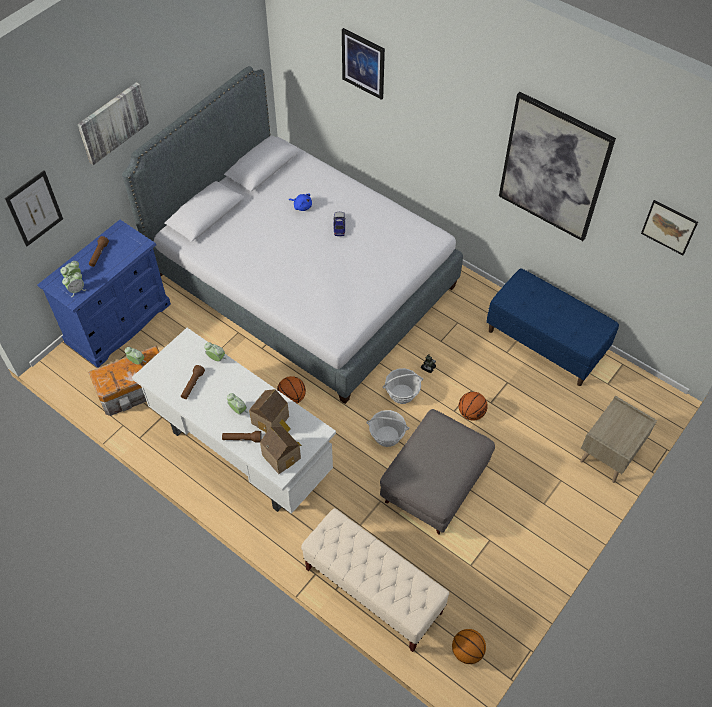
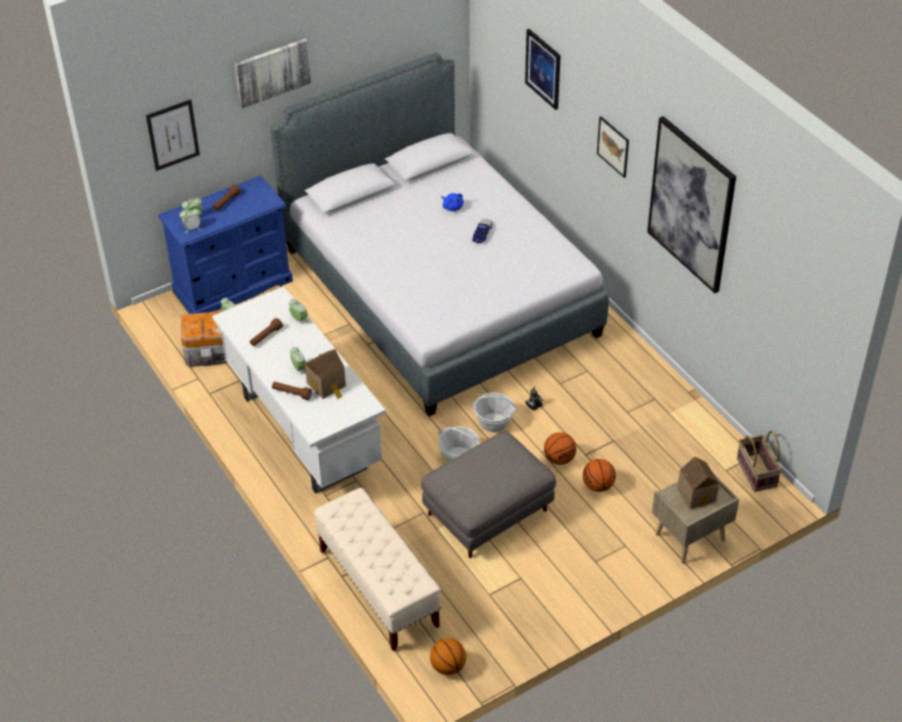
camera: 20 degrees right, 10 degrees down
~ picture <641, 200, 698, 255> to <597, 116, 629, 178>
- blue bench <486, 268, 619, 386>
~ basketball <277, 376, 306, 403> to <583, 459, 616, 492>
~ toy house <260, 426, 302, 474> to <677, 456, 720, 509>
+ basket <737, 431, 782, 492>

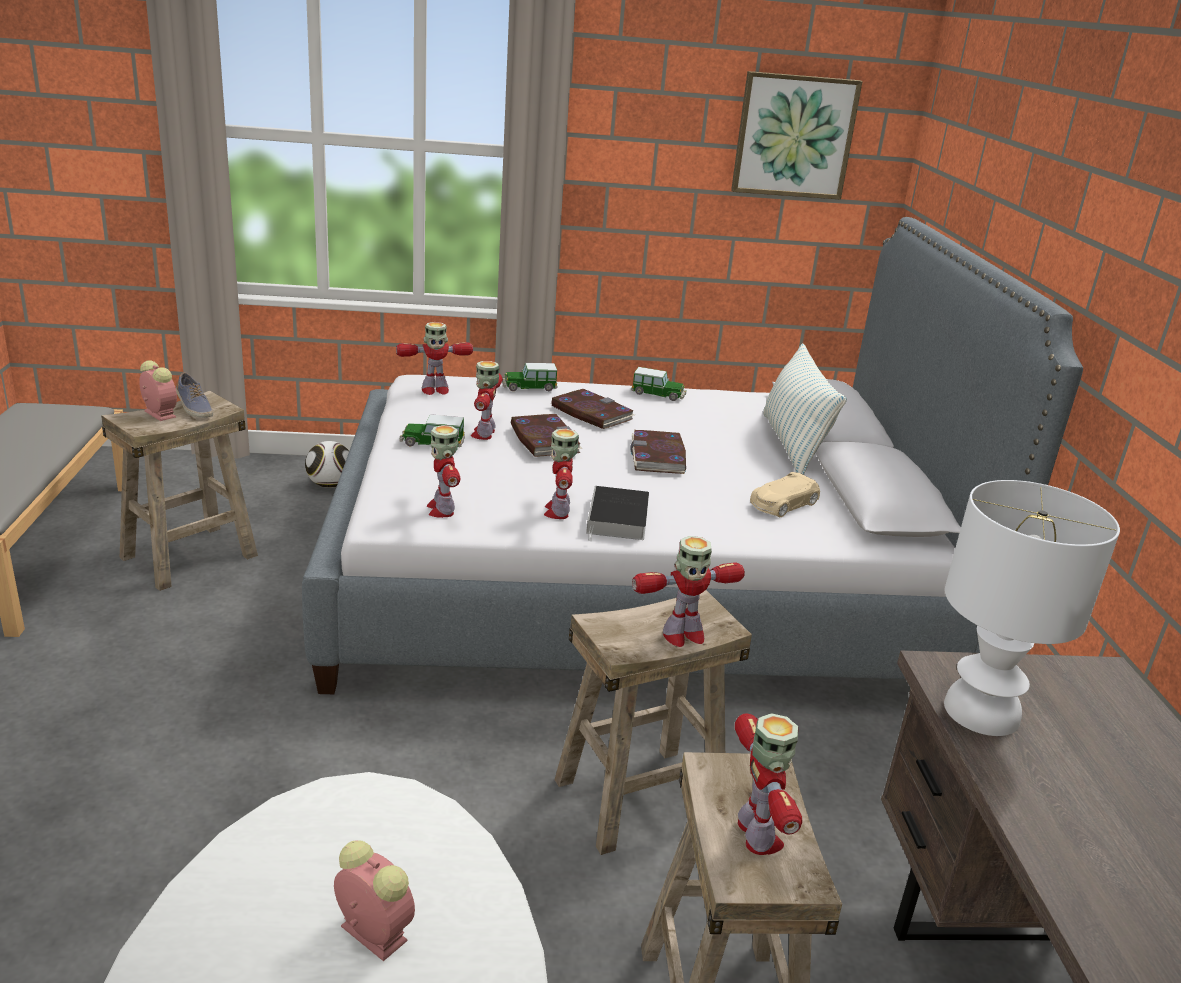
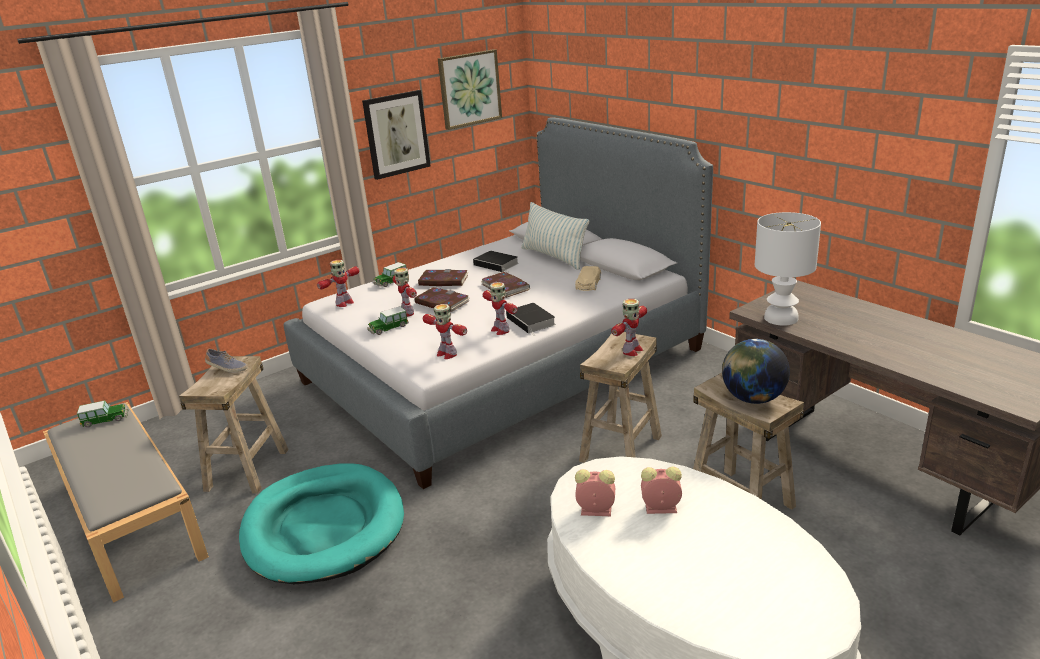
camera: 30 degrees left, 0 degrees up
~ alarm clock <139, 360, 177, 421> to <575, 469, 615, 516>
~ toy car <631, 367, 686, 401> to <77, 400, 129, 428>
- football <305, 441, 349, 488>
~ toy robot <735, 713, 802, 855> to globe <722, 339, 790, 404>
+ picture <362, 90, 431, 180>
+ book <473, 251, 519, 273>
+ turquoise dog bed <239, 463, 404, 584>

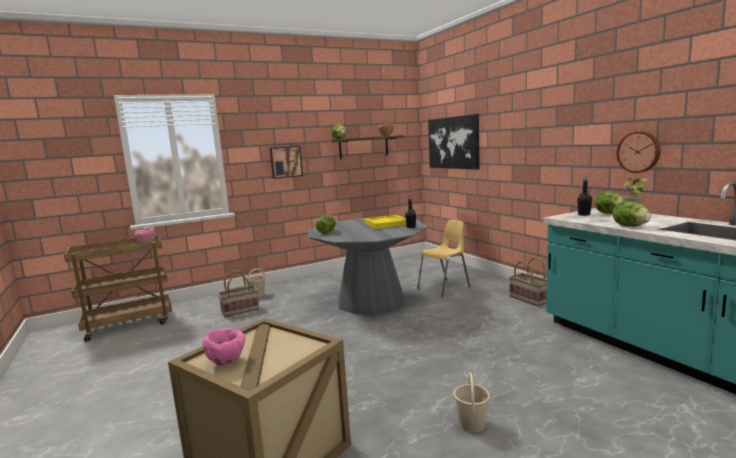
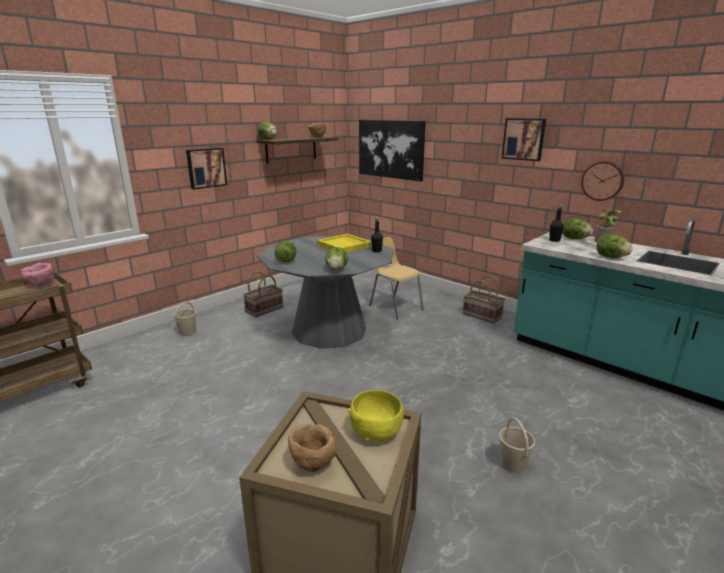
camera: 20 degrees left, 10 degrees up
~ yellow chair <417, 220, 470, 297> = <369, 237, 424, 320> 75 degrees counterclockwise
~ basket <218, 270, 259, 317> to <243, 271, 283, 317>
~ pink bowl <203, 328, 246, 366> to brown bowl <288, 424, 337, 472>
+ picture <501, 118, 546, 161>
+ lettuce <325, 247, 348, 270>
+ yellow bowl <348, 390, 404, 442>

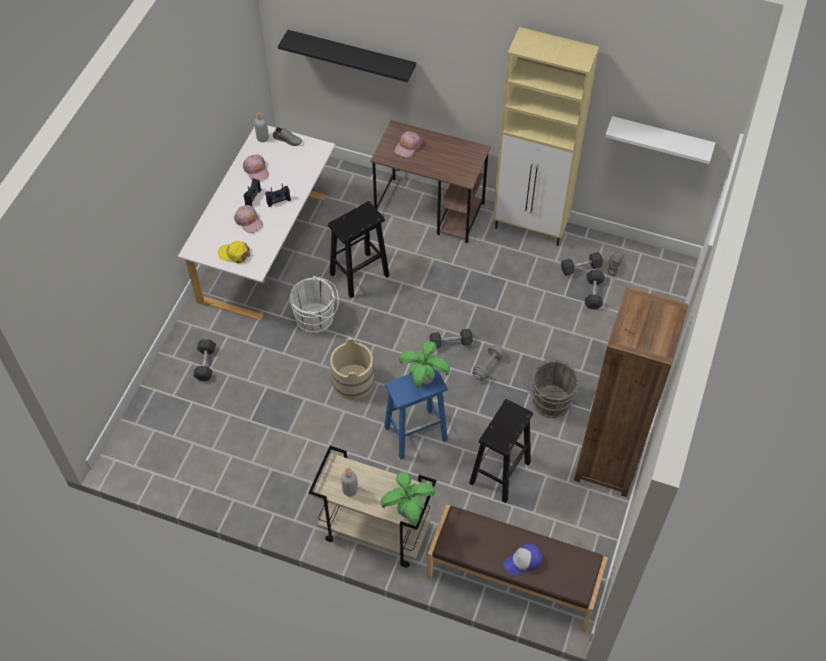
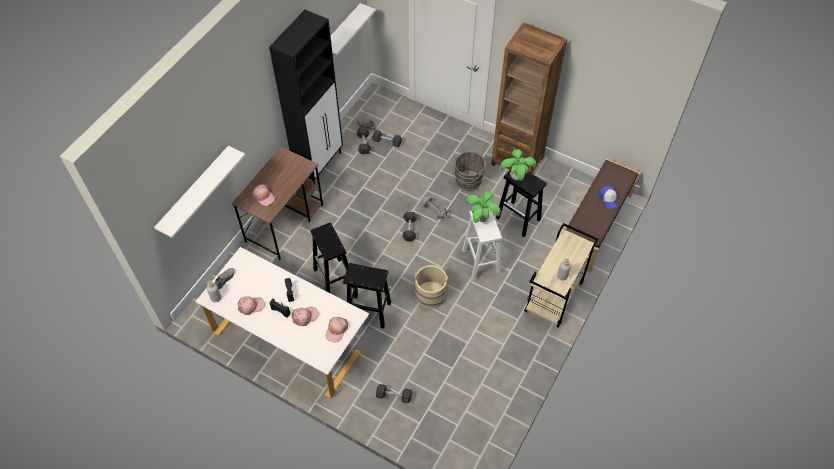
camera: 80 degrees left, 0 degrees up
~ beige cabinet <493, 27, 599, 246> to black cabinet <269, 10, 343, 183>
~ black shelf <278, 30, 416, 82> to white shelf <154, 146, 246, 238>
~ yellow cap <218, 241, 250, 263> to pink cap <326, 317, 348, 342>
~ white bucket <290, 276, 339, 333> to black stool <343, 263, 391, 329>
~ blue stool <384, 366, 448, 459> to white stool <462, 209, 502, 280>
~ potted plant <381, 472, 435, 525> to <500, 149, 536, 181>

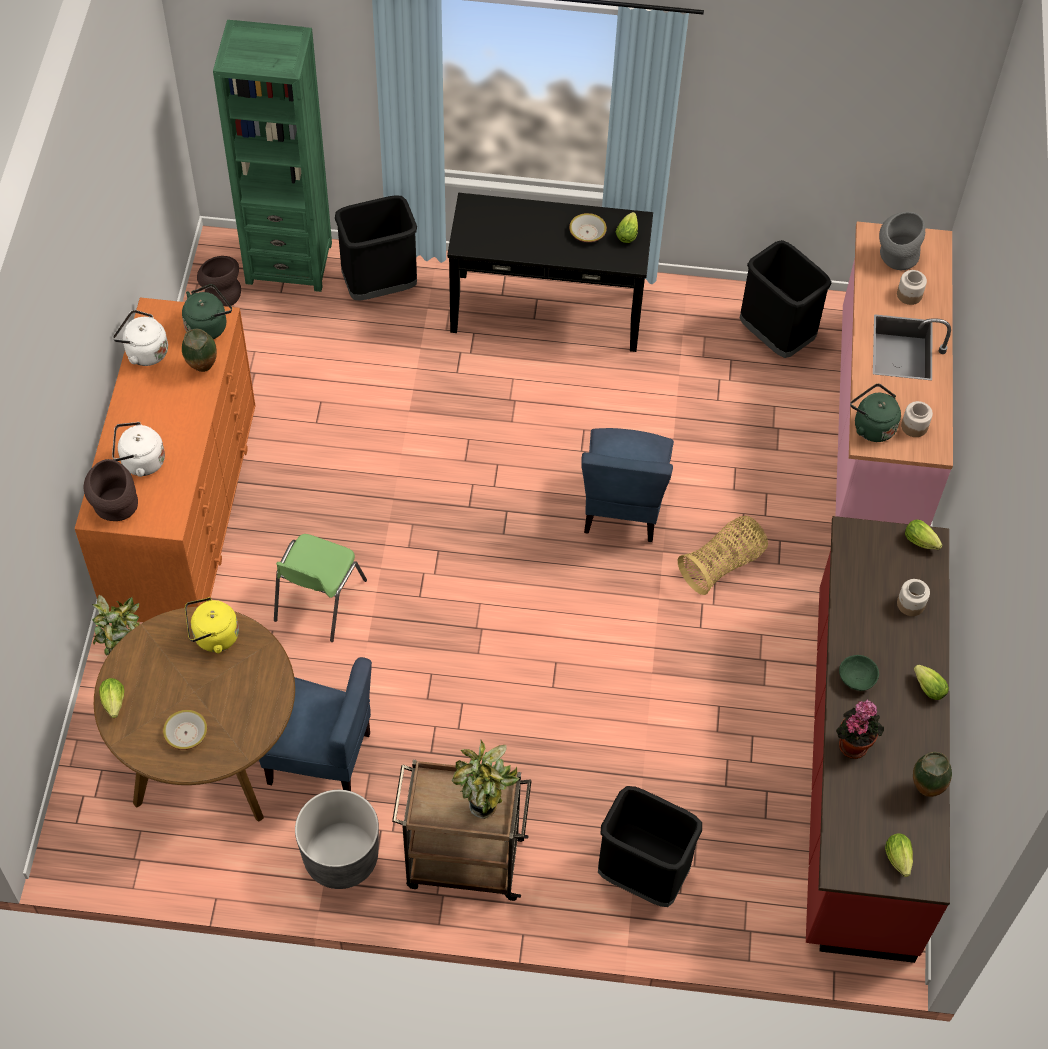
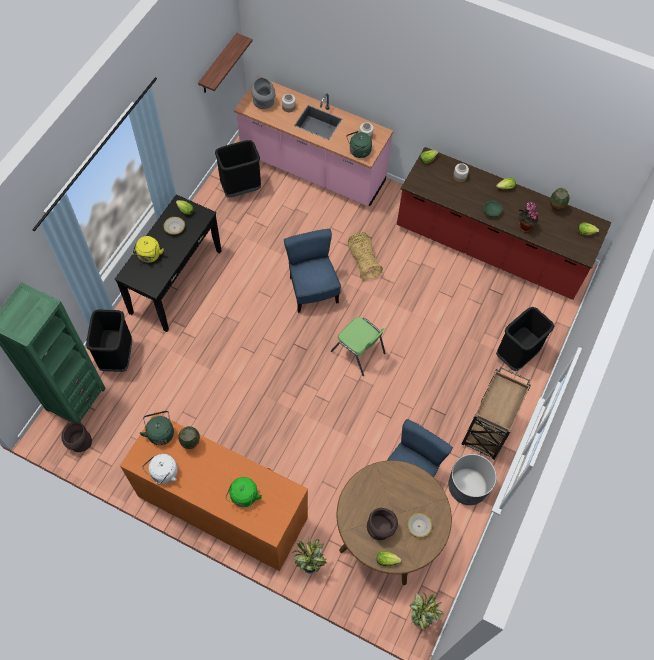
camera: 70 degrees left, 5 degrees up
~ white kettle <112, 422, 165, 477> to green kettle <225, 477, 262, 507>
~ blue chair <581, 428, 674, 542> = <284, 229, 341, 313> 135 degrees counterclockwise
~ brown vase <83, 459, 138, 521> to <367, 508, 398, 540>
~ green chair <274, 534, 367, 642> to <331, 317, 386, 376>
~ yellow kettle <185, 597, 239, 654> to <133, 236, 164, 263>
~ potted plant <451, 740, 520, 819> to <409, 592, 443, 629>
+ shelf <198, 33, 253, 93>

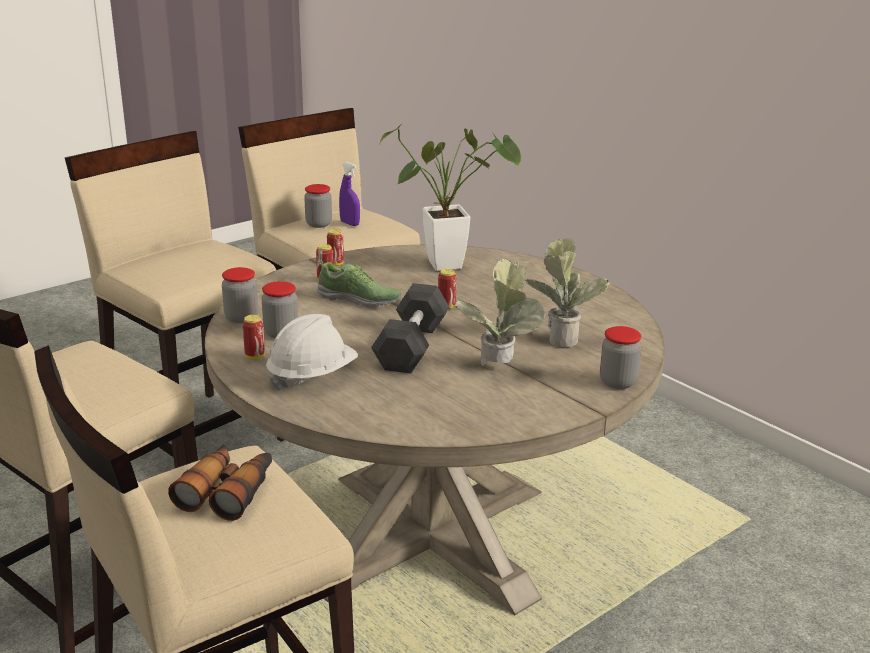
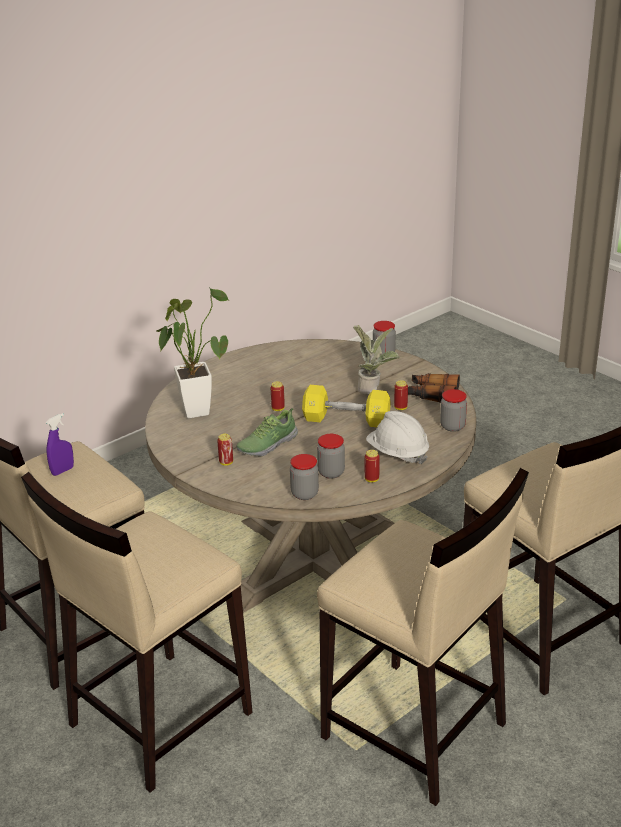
camera: 90 degrees left, 5 degrees up
~ jar <304, 184, 332, 228> to <440, 389, 467, 432>
~ can <327, 229, 344, 266> to <394, 380, 408, 410>
- potted plant <525, 238, 611, 347>
~ shoe <317, 260, 401, 308> = <237, 408, 298, 456> 150 degrees counterclockwise
~ black dumbbell <371, 283, 449, 373> to yellow dumbbell <302, 385, 391, 427>
~ binoculars <168, 444, 272, 521> to <408, 373, 460, 403>

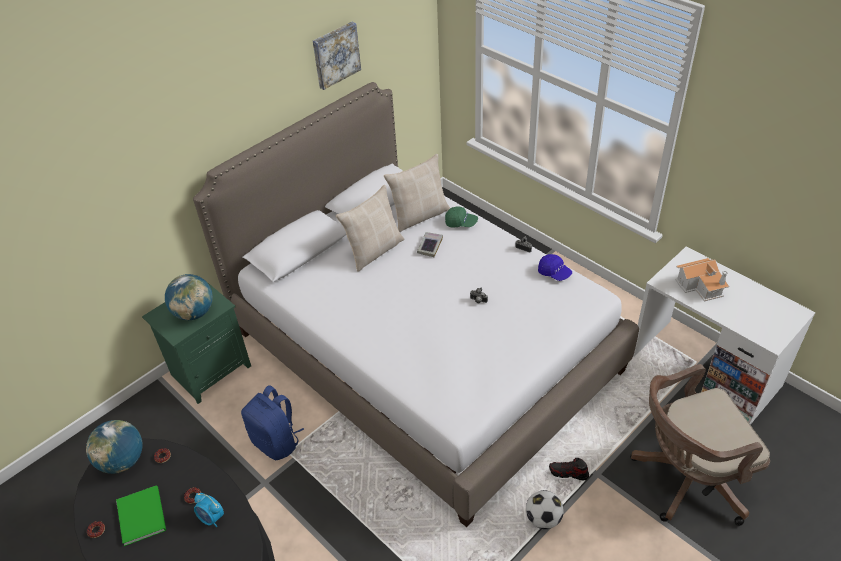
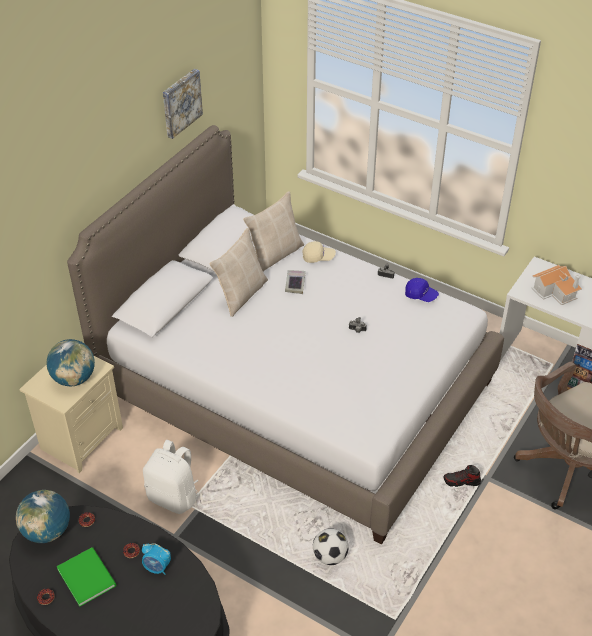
camera: 15 degrees left, 0 degrees up
~ green cap <445, 207, 478, 228> to beige cap <302, 241, 336, 263>
~ green nightstand <142, 282, 251, 404> to beige nightstand <19, 355, 123, 473>
~ blue backpack <241, 385, 304, 460> to white backpack <143, 440, 198, 514>
~ football <526, 490, 564, 529> to <313, 528, 349, 565>

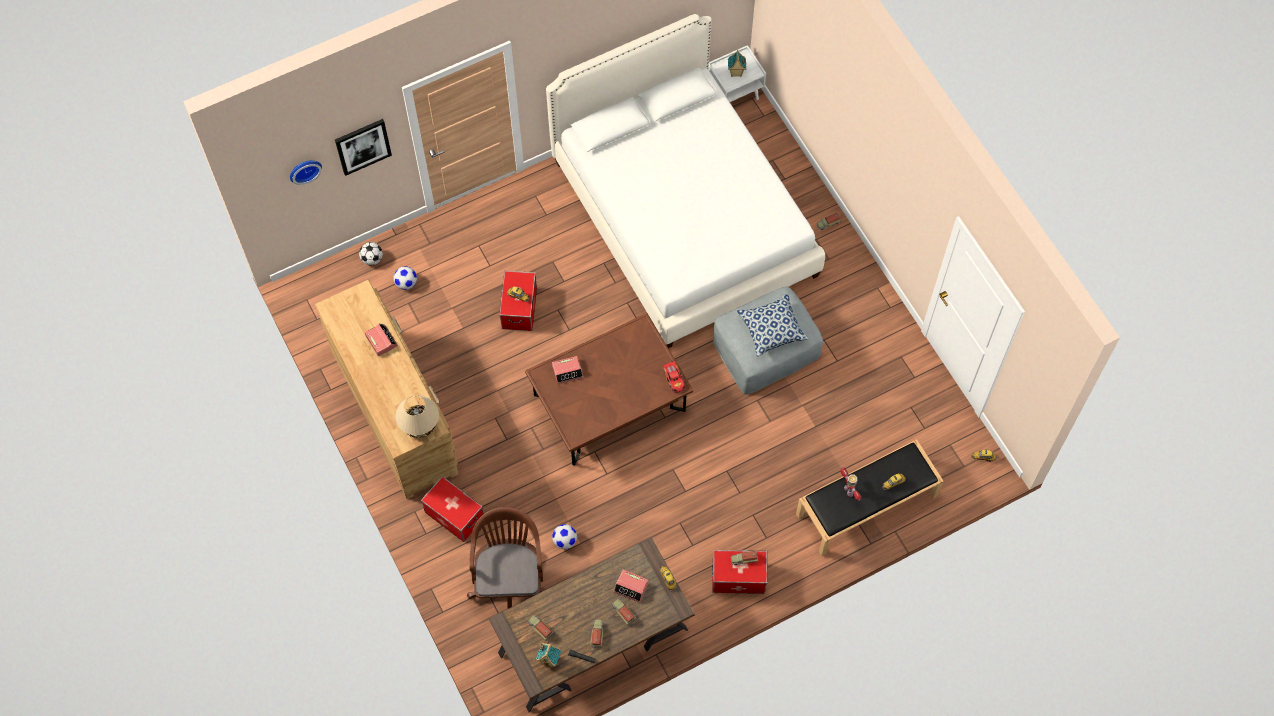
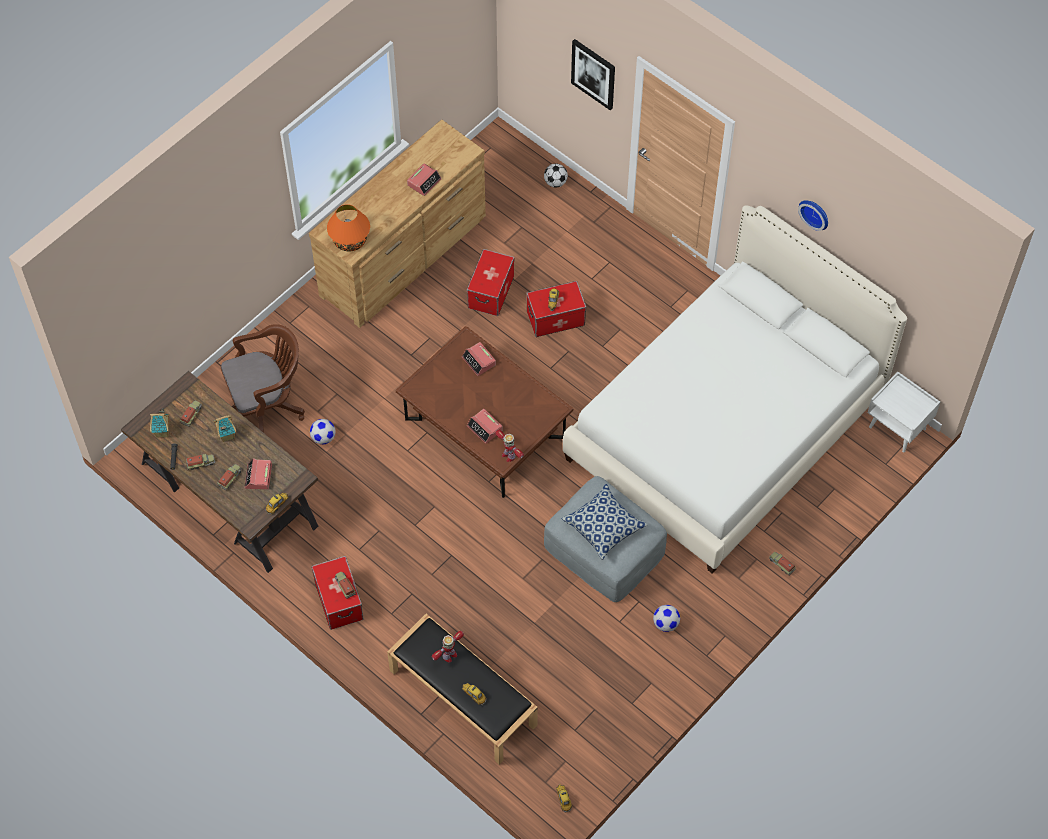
camera: 70 degrees right, 5 degrees down
~ toy house <728, 50, 746, 77> to <213, 415, 236, 442>
~ wall clock <290, 160, 322, 185> to <798, 200, 828, 231>
~ football <393, 266, 417, 290> to <653, 605, 680, 632>
~ toy car <663, 360, 685, 393> to toy robot <495, 430, 524, 462>
~ beige table lamp <395, 396, 439, 438> to orange table lamp <327, 204, 370, 251>
~ storage box <421, 476, 483, 542> to <467, 249, 514, 316>
+ alarm clock <467, 409, 503, 444>

